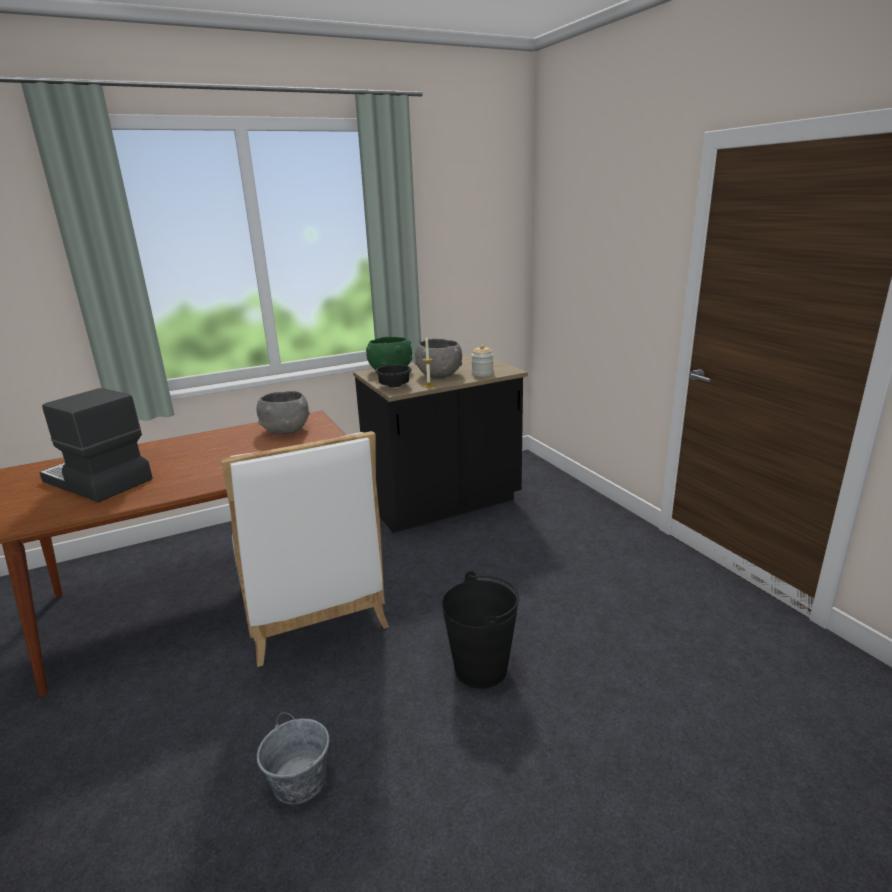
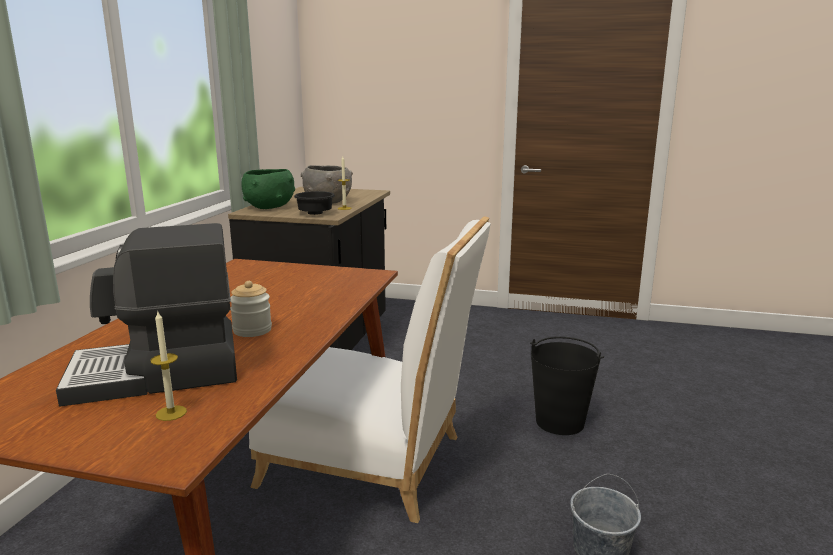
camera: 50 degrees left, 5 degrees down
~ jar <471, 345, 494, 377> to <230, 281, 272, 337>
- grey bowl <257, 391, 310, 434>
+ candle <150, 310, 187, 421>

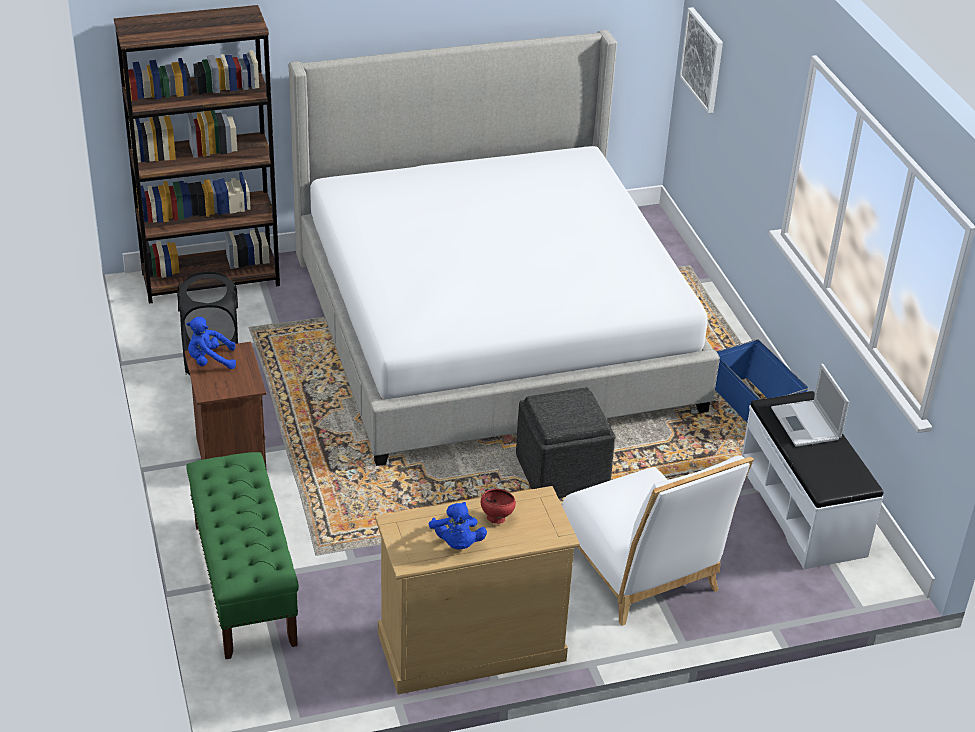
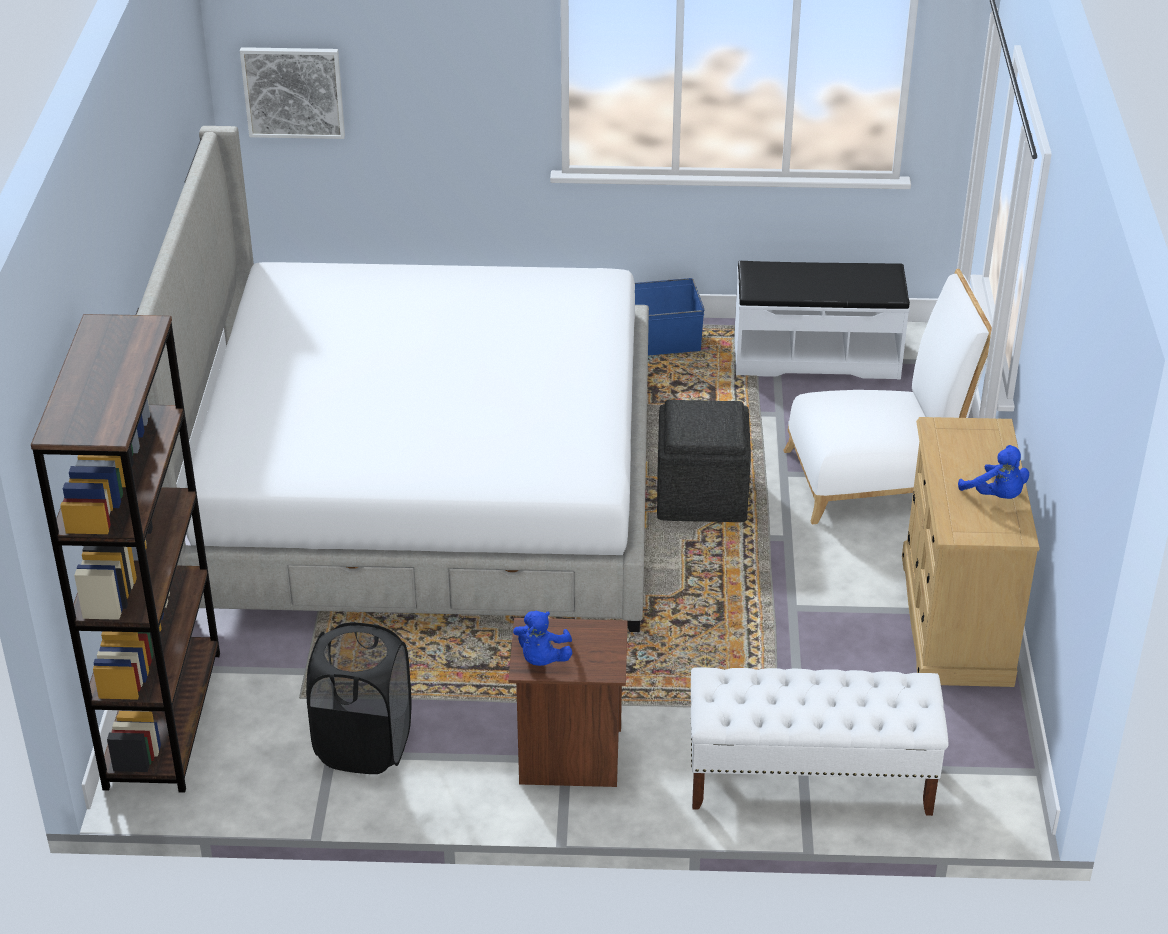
camera: 70 degrees left, 0 degrees up
- laptop <771, 364, 849, 447>
~ green bench <186, 452, 299, 660> to white bench <691, 667, 949, 816>
- red bowl <481, 489, 516, 524>
~ blue plush toy <429, 502, 487, 549> = <958, 445, 1029, 499> 45 degrees clockwise

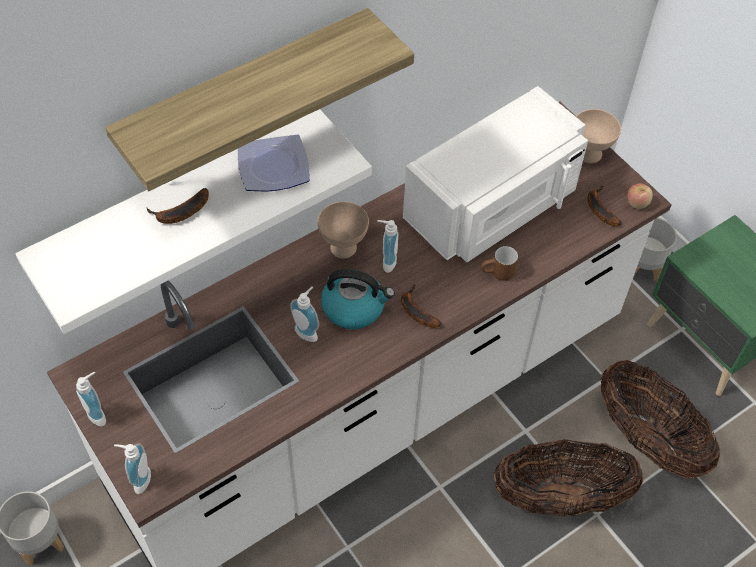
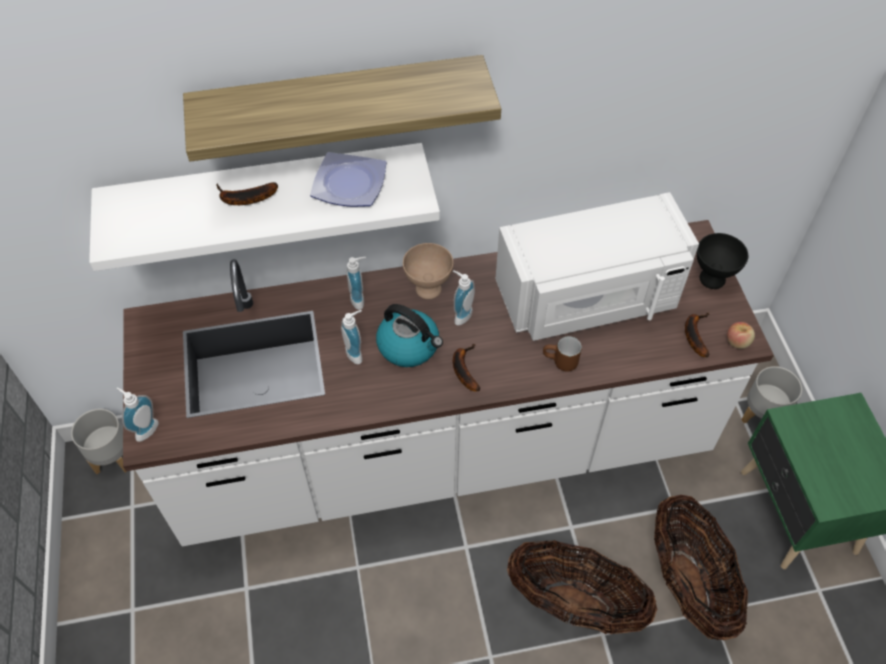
camera: 25 degrees right, 0 degrees up
~ beige bowl <576, 109, 621, 163> to black bowl <697, 233, 748, 289>
~ soap dispenser <76, 372, 106, 427> to <346, 257, 366, 310>

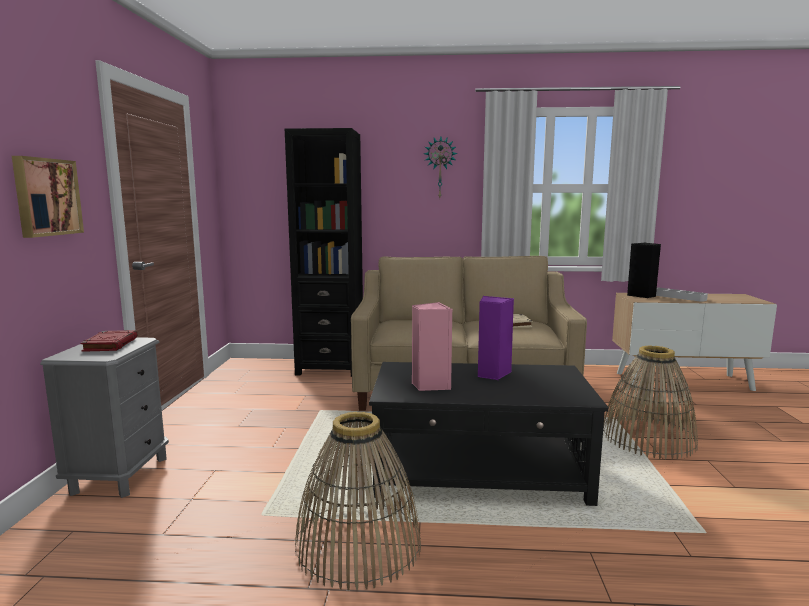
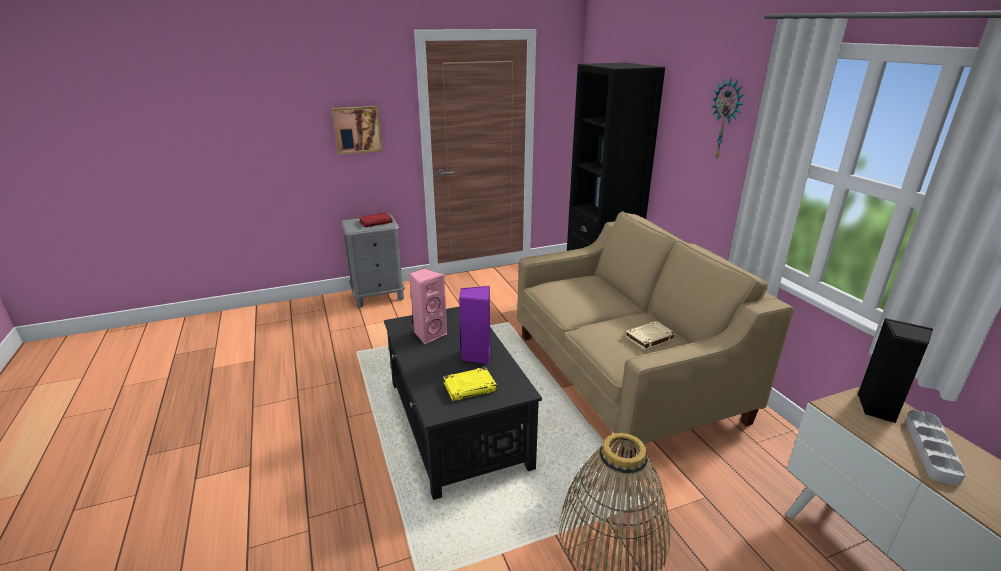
camera: 65 degrees right, 15 degrees up
- basket <295, 412, 421, 591>
+ yellow book <443, 367, 497, 401>

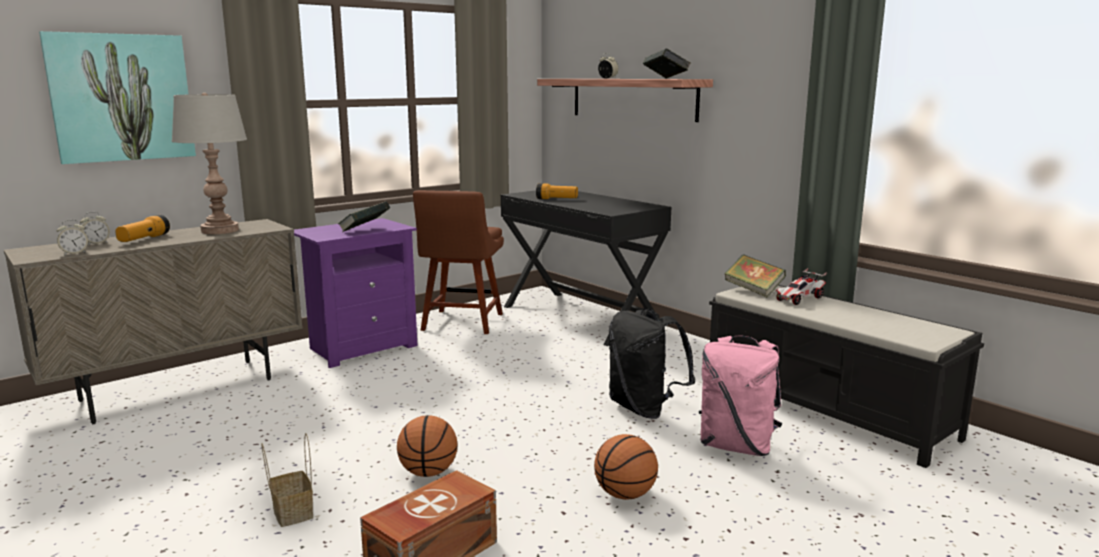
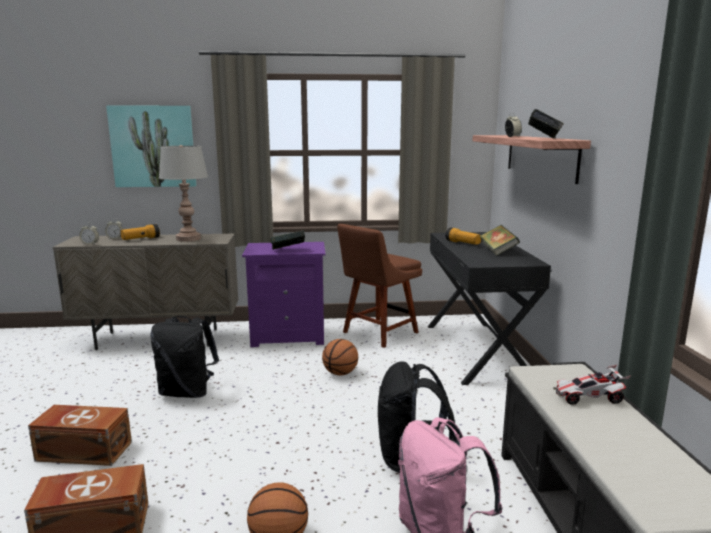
camera: 35 degrees right, 0 degrees up
~ book <725, 254, 786, 298> to <479, 225, 520, 256>
~ basketball <397, 415, 457, 477> to <322, 339, 358, 376>
~ basket <261, 433, 313, 527> to brown storage box <28, 405, 132, 466>
+ black backpack <150, 316, 219, 398>

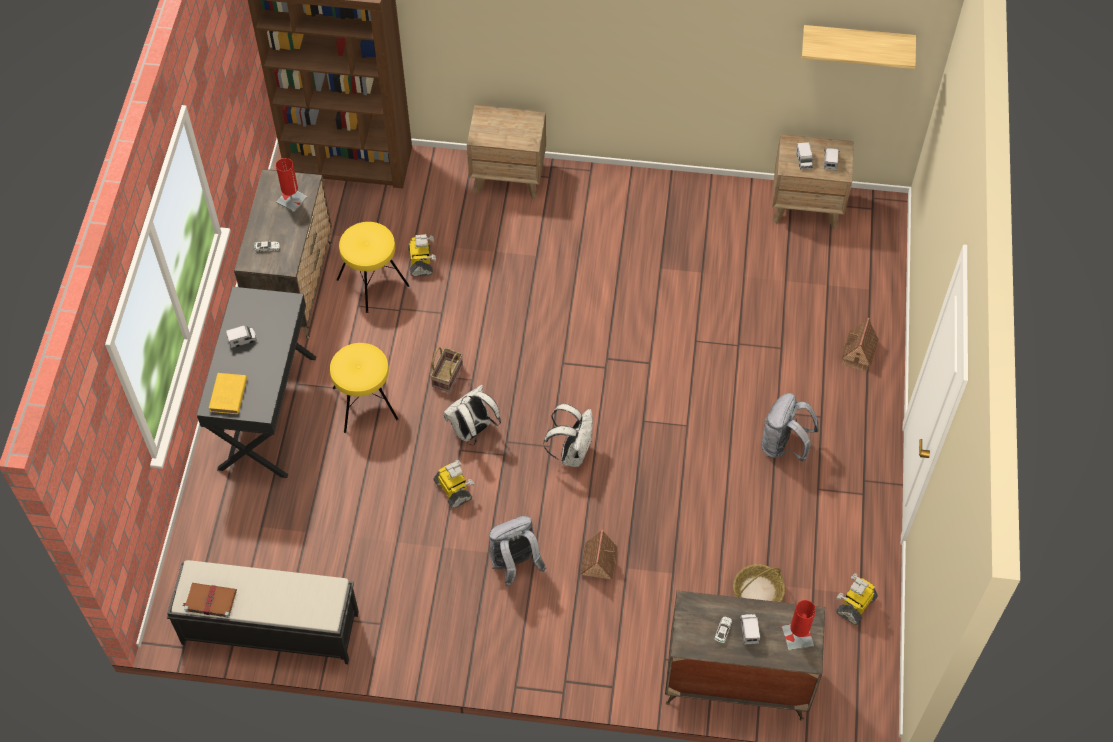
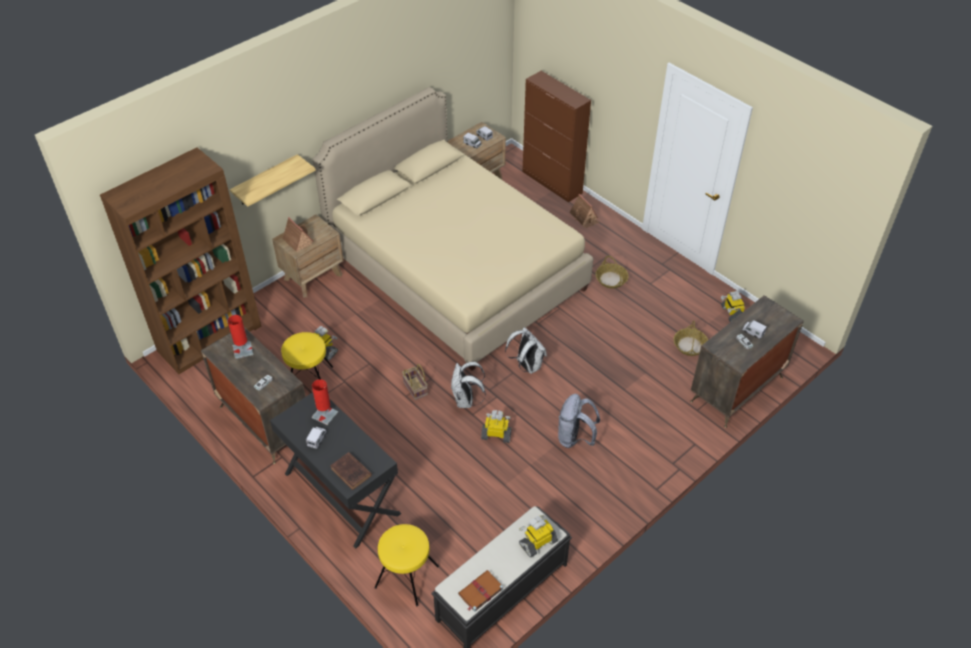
camera: 50 degrees left, 10 degrees down
~ shelf <802, 25, 916, 69> to <230, 154, 316, 207>
~ yellow stool <330, 343, 399, 433> to <374, 524, 439, 606>
~ yellow book <209, 373, 247, 414> to brown book <330, 452, 372, 490>
~ grey backpack <762, 393, 819, 462> to basket <595, 256, 629, 289>
~ toy house <580, 530, 617, 579> to <282, 217, 314, 252>
~ red table lamp <782, 600, 816, 651> to <312, 379, 338, 425>
+ brown cabinet <523, 71, 591, 202>
+ beige bed <313, 87, 593, 371>
+ toy robot <519, 515, 558, 557>

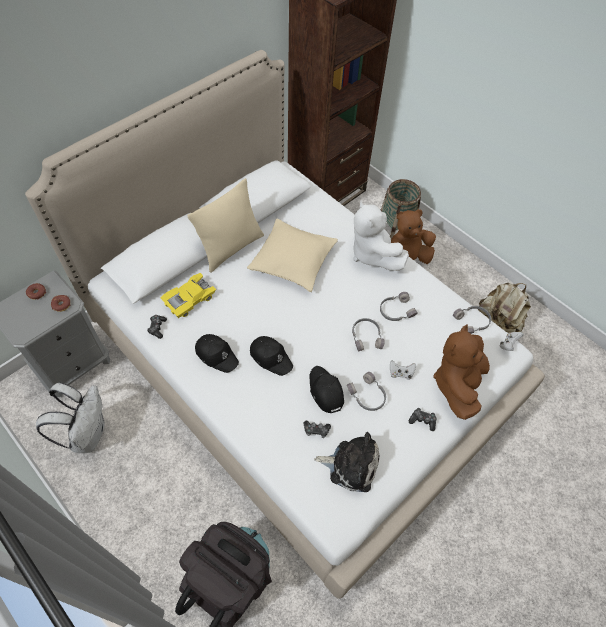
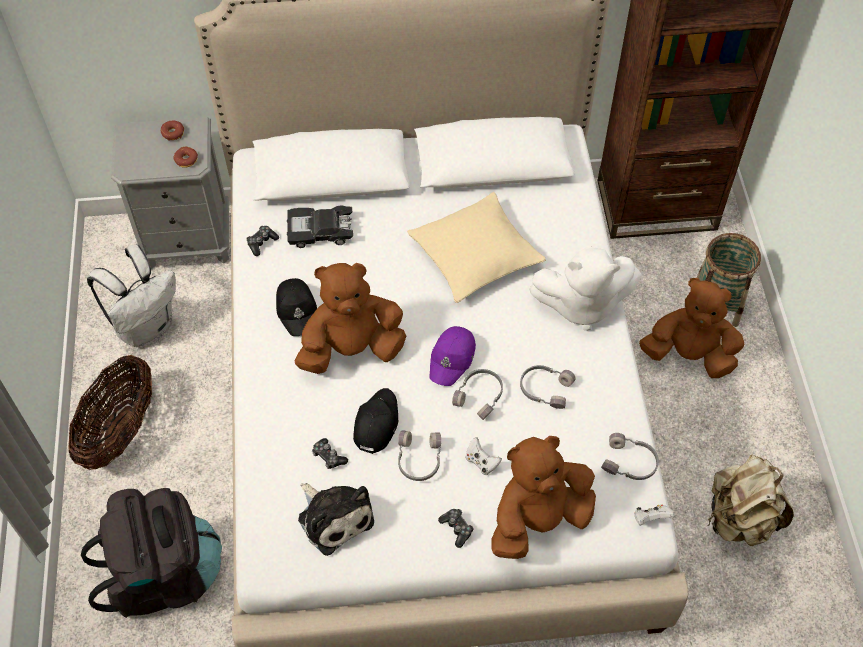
camera: 40 degrees right, 0 degrees up
- beige pillow <187, 178, 264, 273>
~ white plush toy <353, 201, 409, 271> = <529, 247, 641, 331> 105 degrees counterclockwise
~ yellow toy car <161, 273, 216, 318> to black toy car <287, 205, 353, 248>
~ black cap <250, 336, 293, 376> to brown plush toy <294, 263, 406, 374>
+ purple cap <429, 326, 476, 386>
+ basket <68, 355, 152, 470>

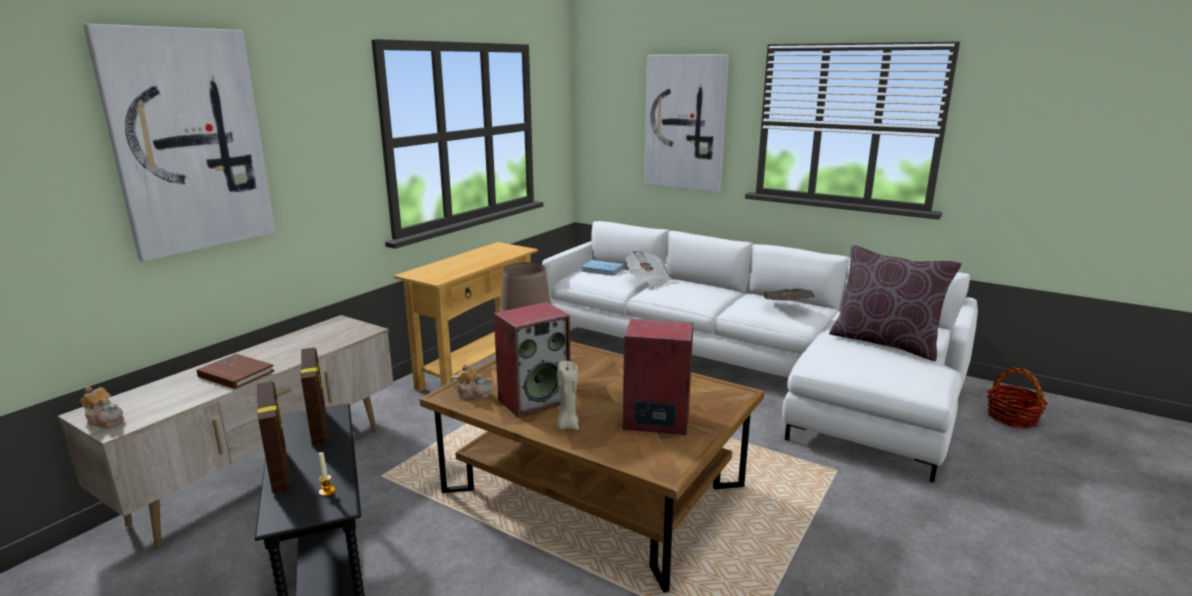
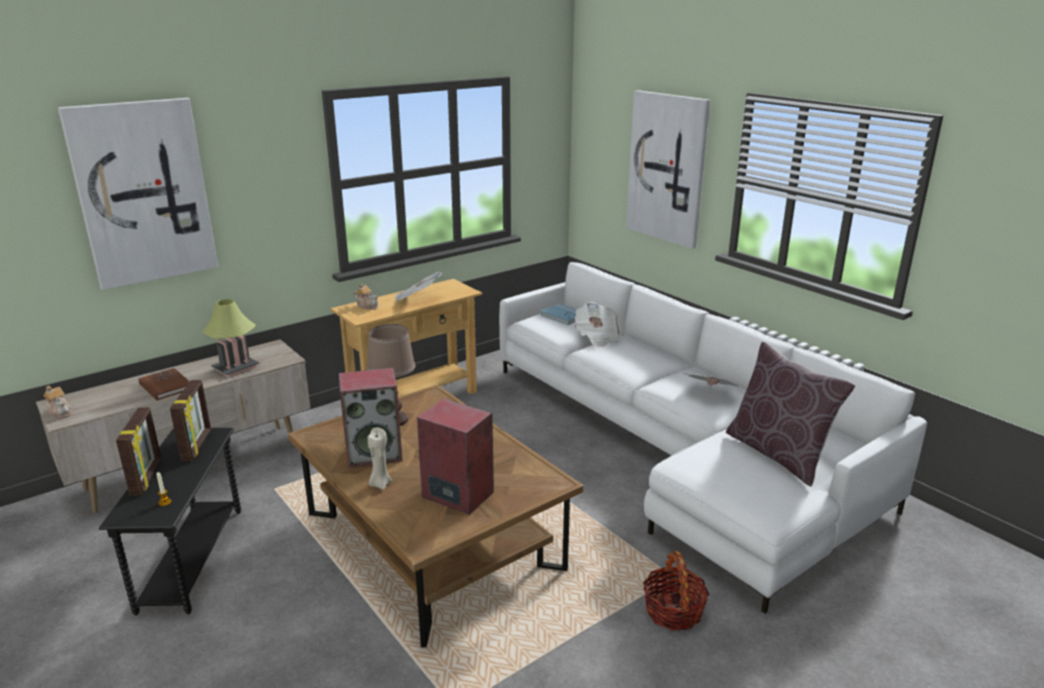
camera: 20 degrees right, 5 degrees up
~ teapot <450, 364, 492, 399> to <353, 283, 378, 310>
~ basket <987, 367, 1048, 429> to <643, 551, 709, 631>
+ newspaper <395, 272, 442, 302>
+ table lamp <202, 299, 259, 377>

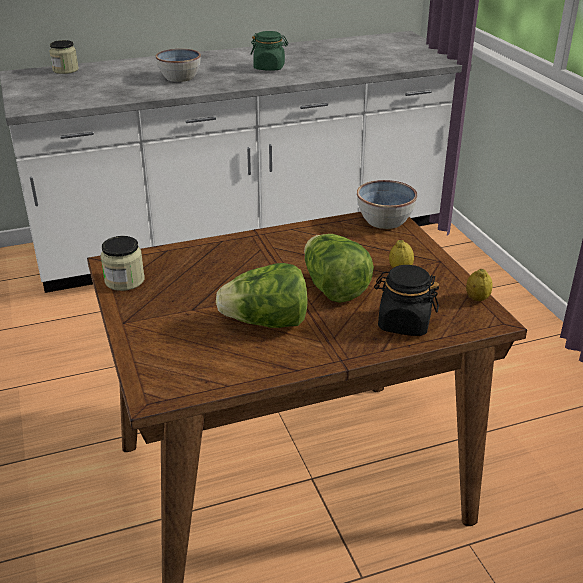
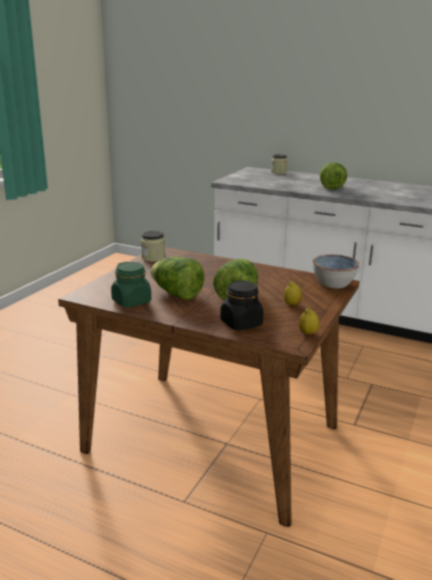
camera: 45 degrees right, 10 degrees down
~ green jar <250, 31, 288, 71> to <111, 262, 151, 308>
~ bowl <156, 49, 201, 82> to lettuce <320, 162, 347, 190>

